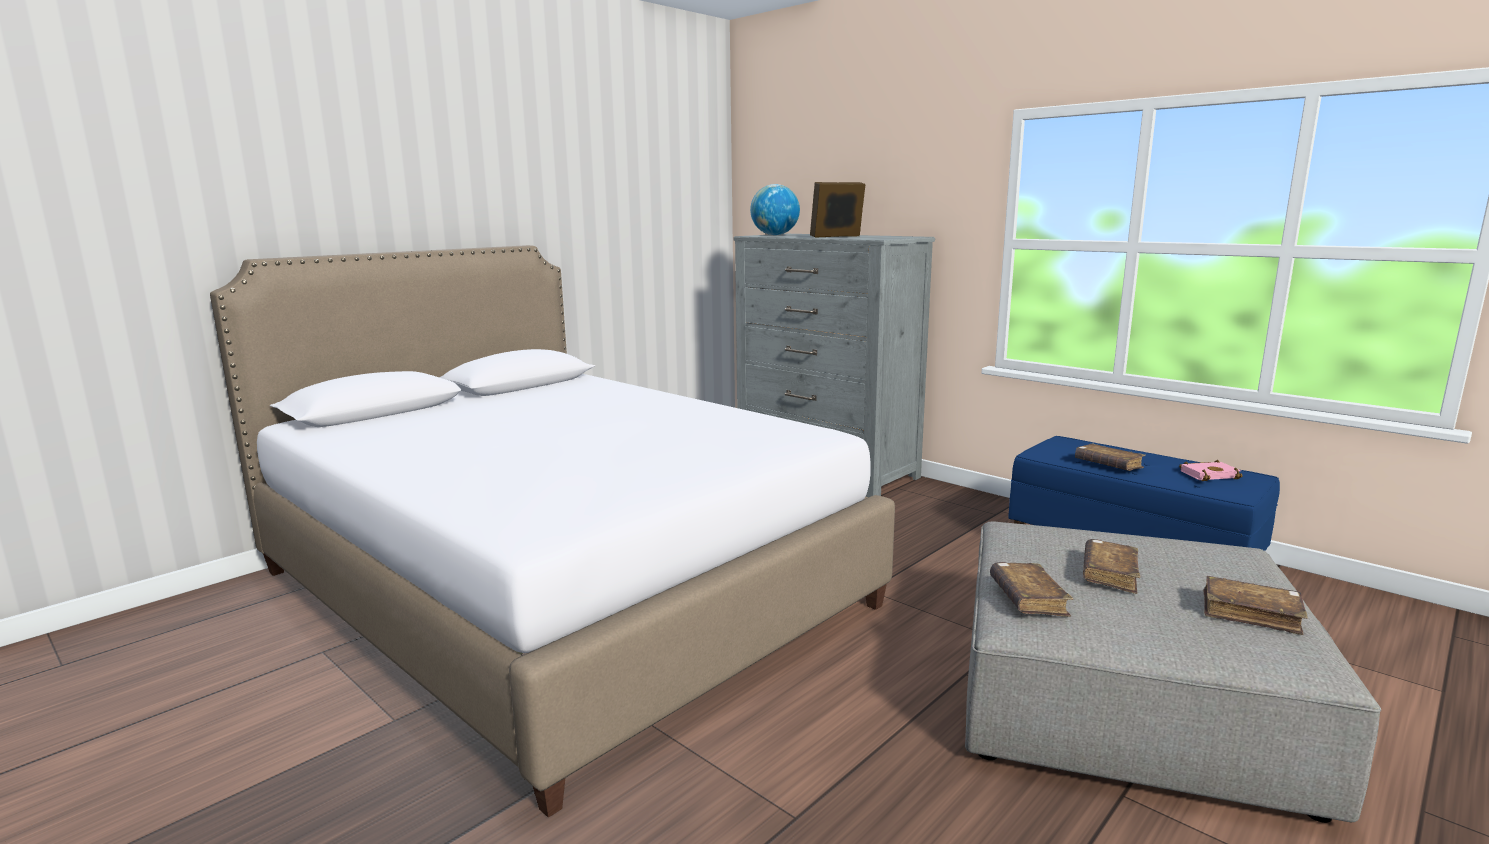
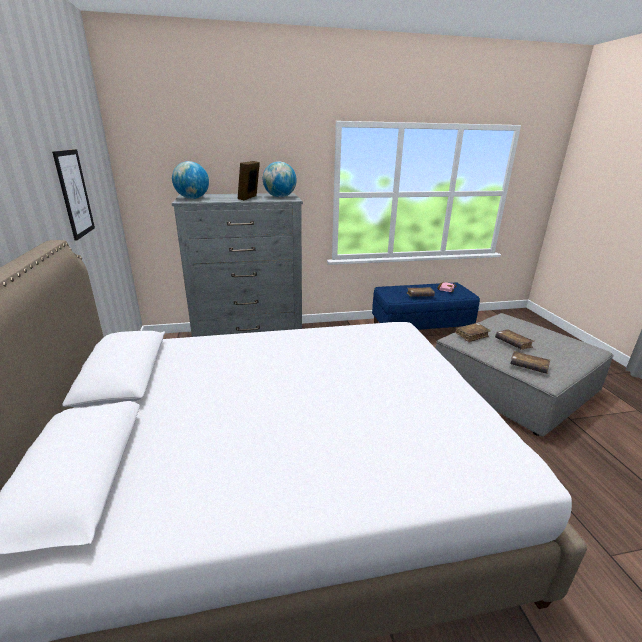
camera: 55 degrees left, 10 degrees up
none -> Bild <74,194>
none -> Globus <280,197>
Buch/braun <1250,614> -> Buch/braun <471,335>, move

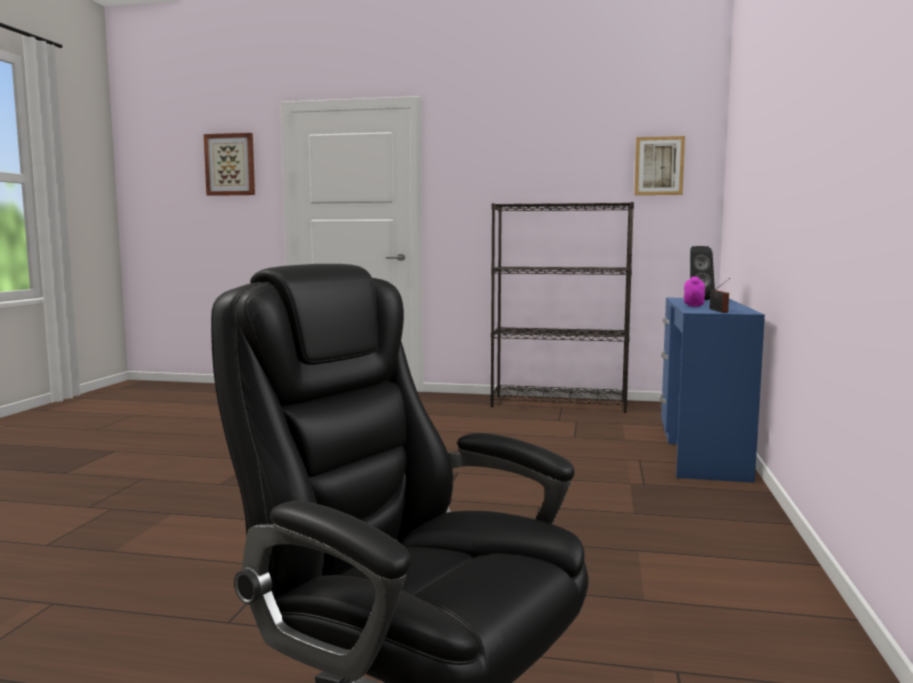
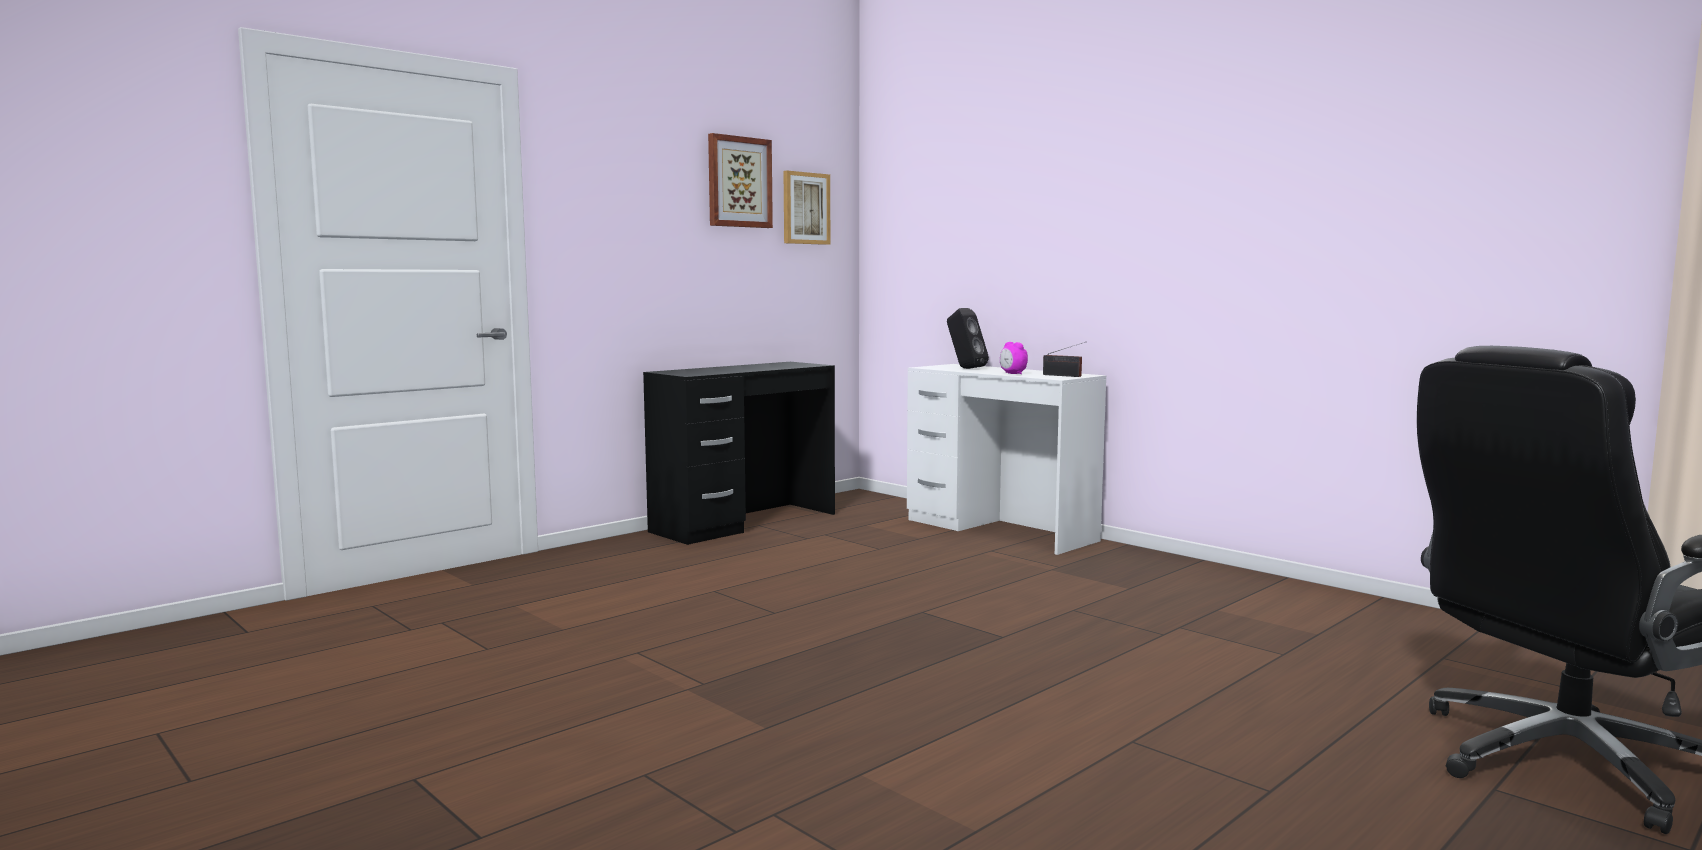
camera: 55 degrees left, 0 degrees up
Bücherregal/schwarz <559,404> -> Schreibtisch/schwarz <744,522>
Bild <230,164> -> Bild <739,182>, move
Schreibtisch/blau <702,452> -> Schreibtisch/weiß <1000,530>

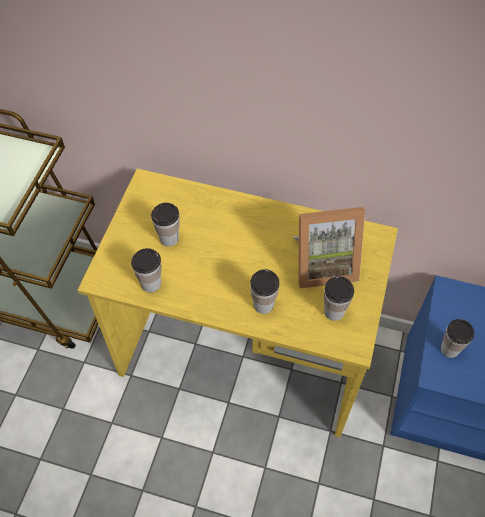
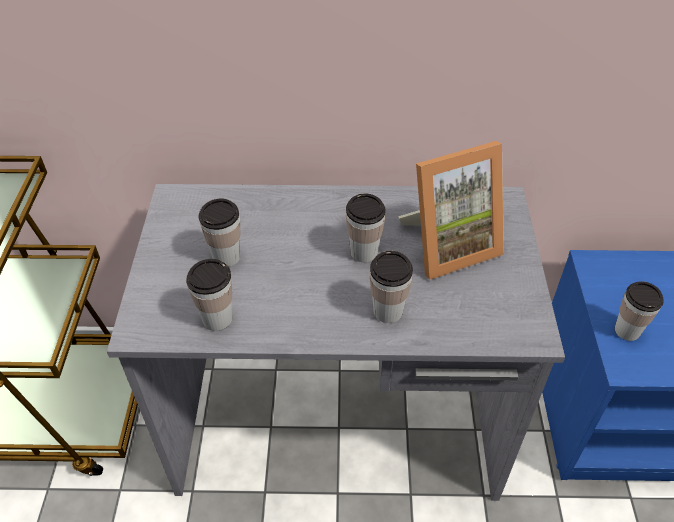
camera: 15 degrees left, 10 degrees down
Schreibtisch/gelb <243,355> -> Schreibtisch/grau <339,426>
Tasse <334,311> -> Tasse <364,252>, move

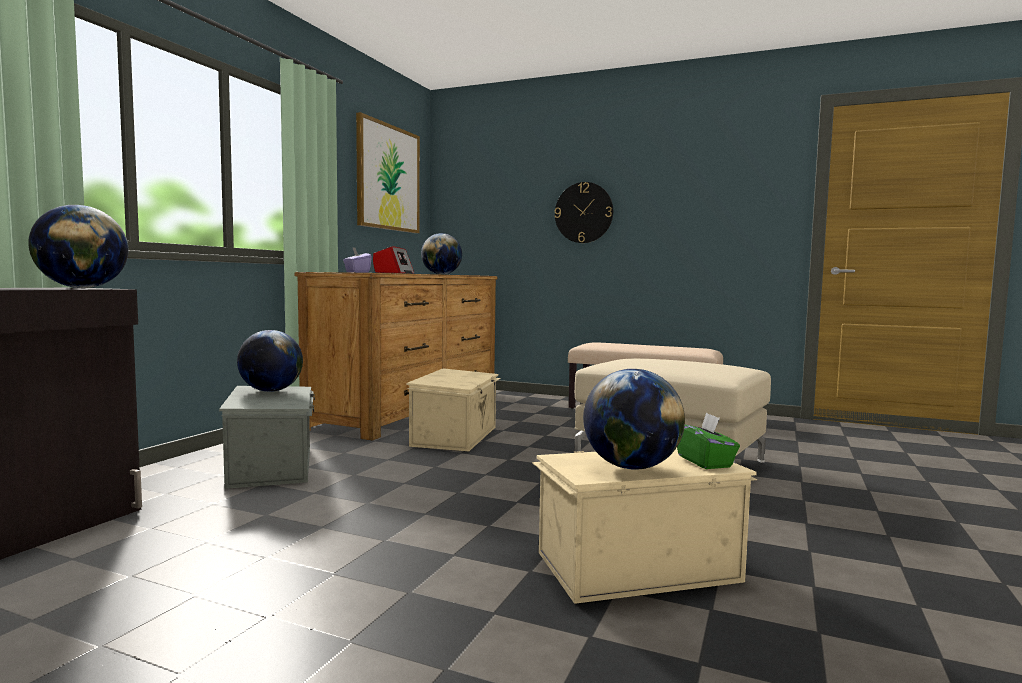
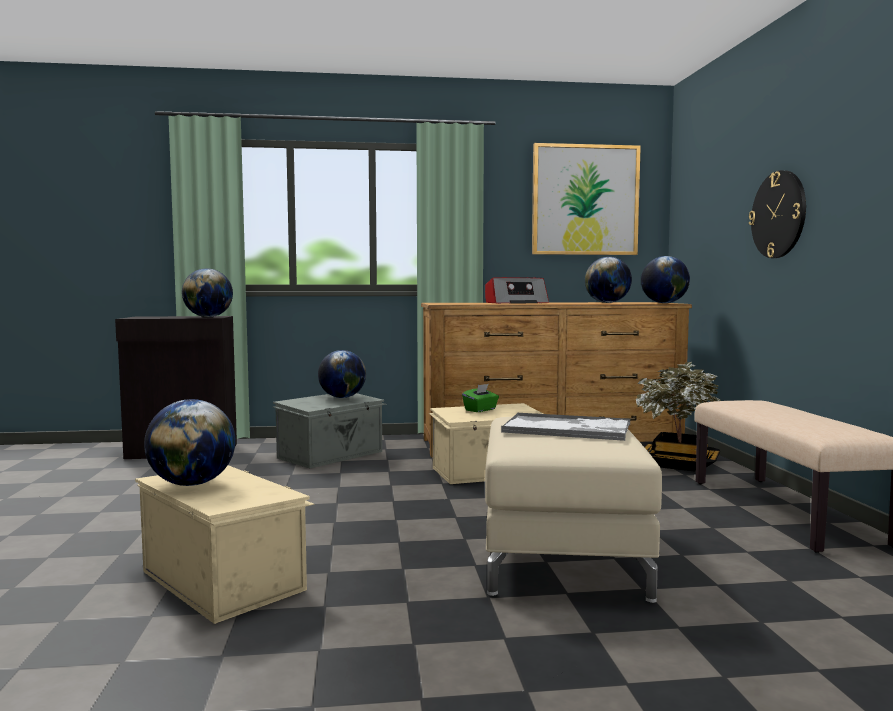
camera: 60 degrees right, 0 degrees up
Taschentuchbox/grün <705,462> -> Taschentuchbox/grün <480,410>, move
none -> Tablett <568,429>
none -> Topfpflanze <678,464>
none -> Globus <664,303>
Taschentuchbox/lila <357,272> -> none

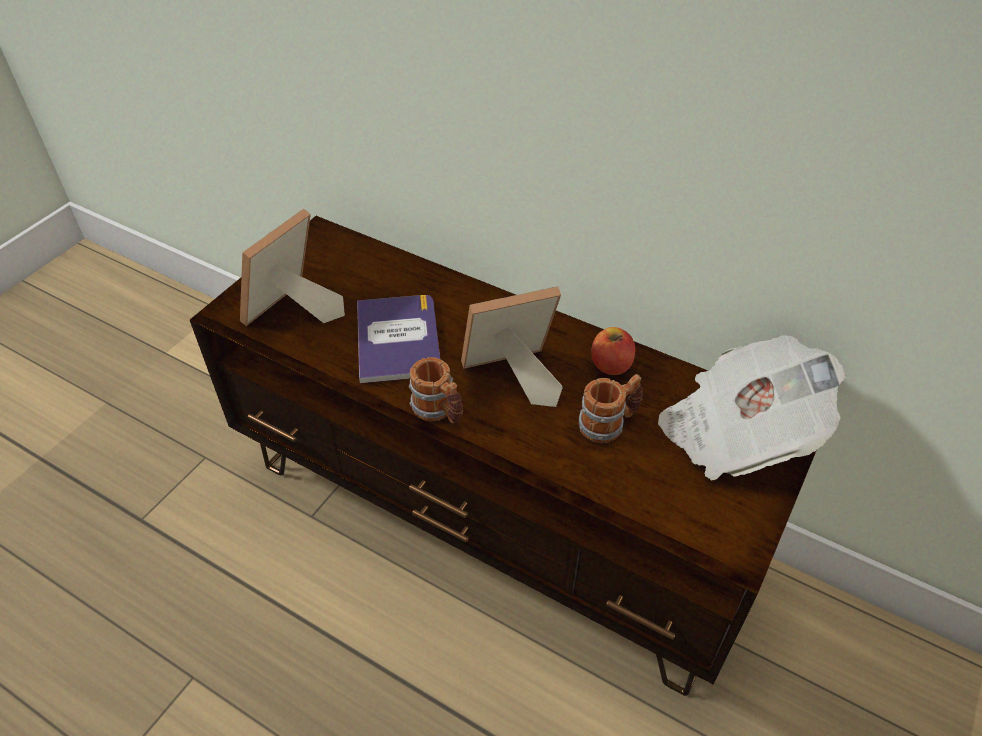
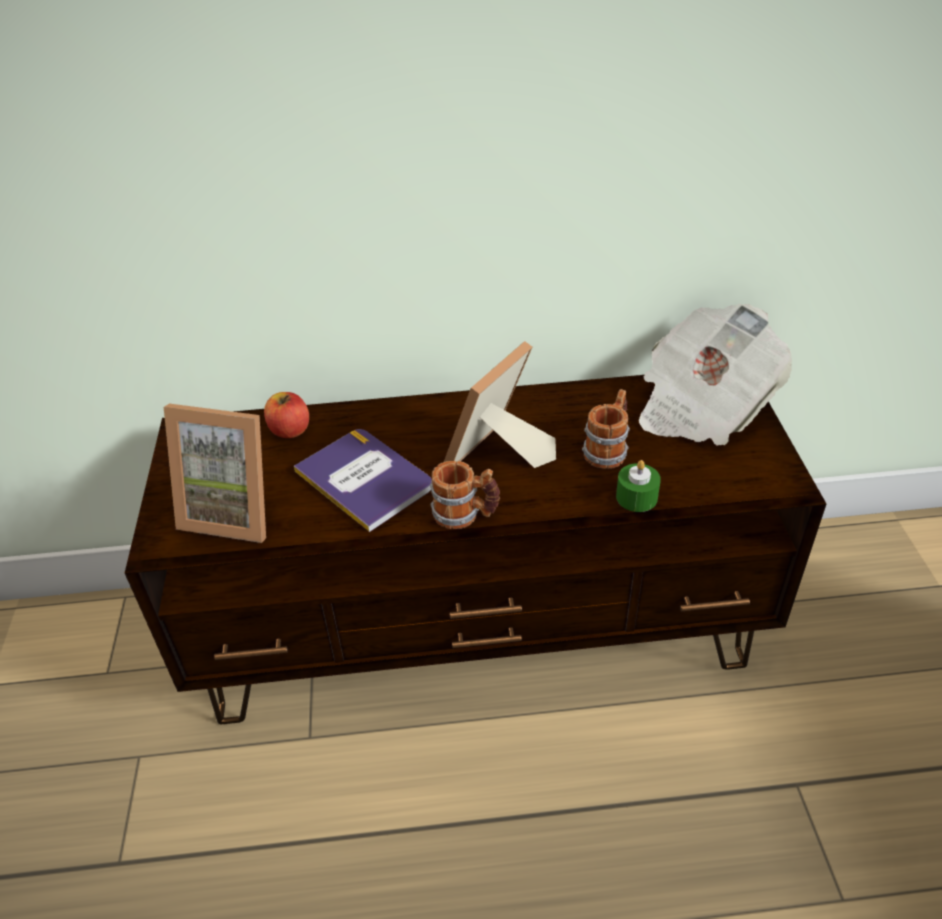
camera: 35 degrees left, 5 degrees down
Bilderrahmen <292,313> -> Bilderrahmen <235,510>, 75 degrees counterclockwise
Apfel <611,365> -> Apfel <290,430>, move
none -> Kerze/grün <636,497>

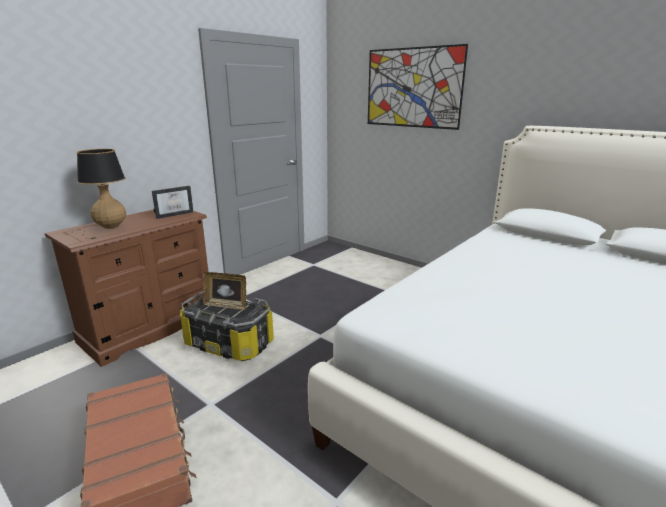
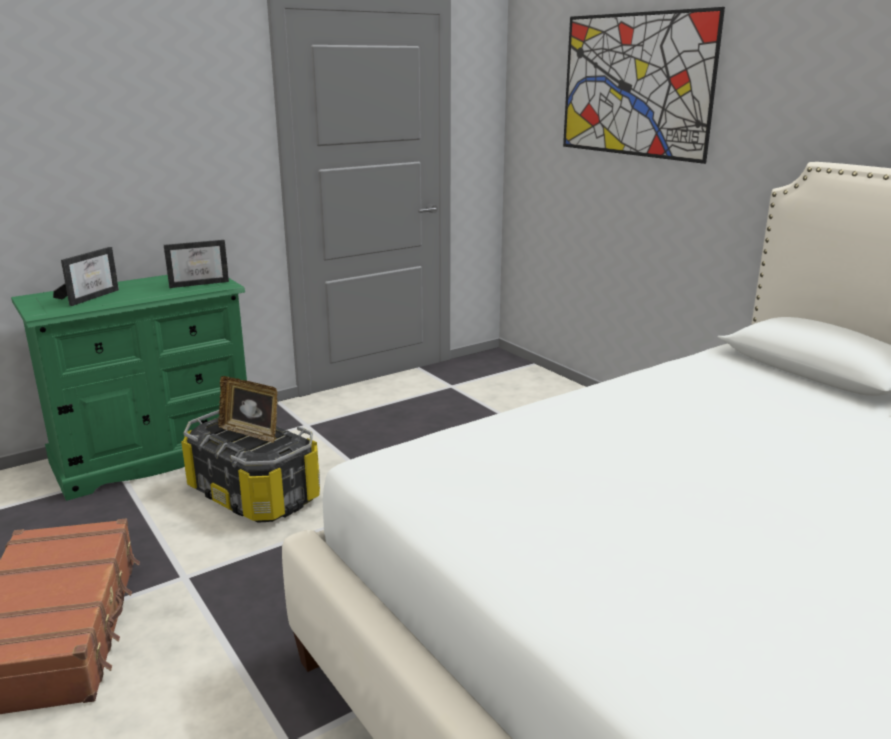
camera: 15 degrees right, 0 degrees up
Kommode/braun <150,328> -> Kommode/grün <155,455>
Tischlampe <105,228> -> Bilderrahmen <91,296>

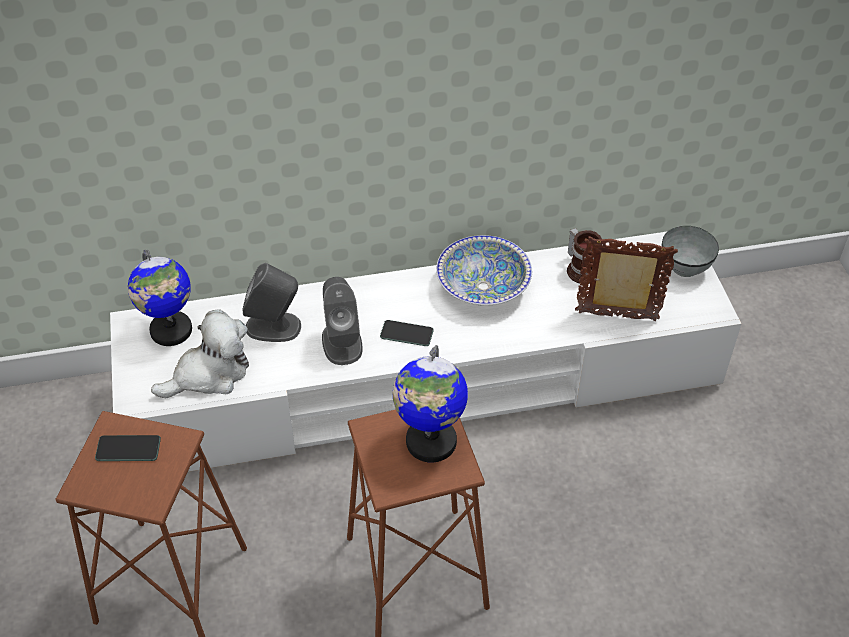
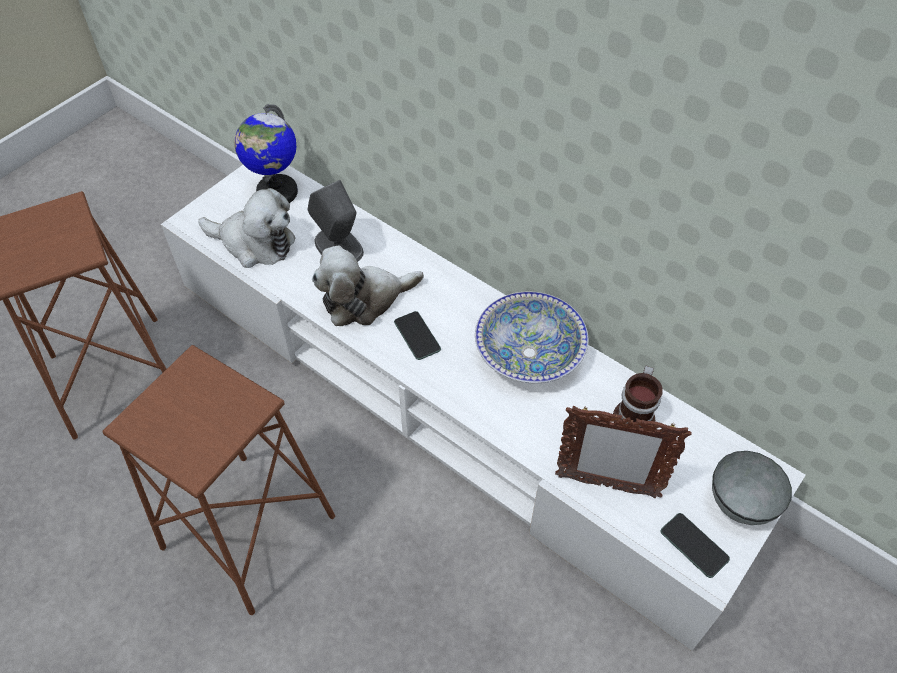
camera: 50 degrees right, 5 degrees up
Lautsprecher/grau <342,342> -> Plüschtier <364,299>
Bilderrahmen <617,317> -> Bilderrahmen <606,486>, 135 degrees clockwise
Handy <128,449> -> Handy <694,545>, move
Globus <430,442> -> none

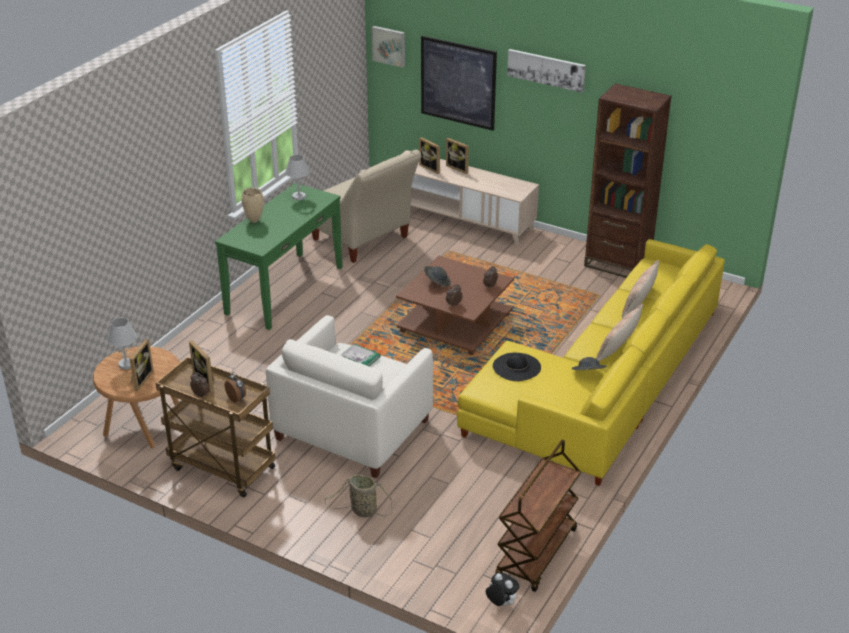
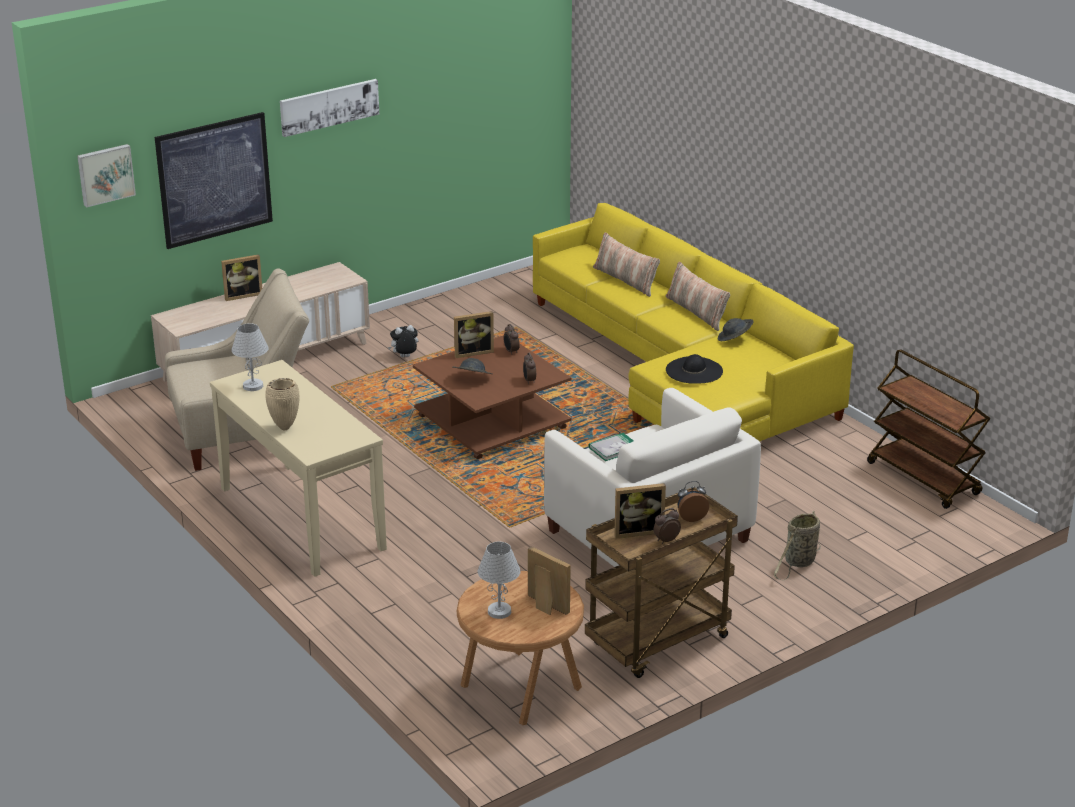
camera: 65 degrees left, 5 degrees down
Konsolentisch/grün <284,290> -> Konsolentisch/beige <301,518>
Plüschtier <501,603> -> Plüschtier <404,357>, move
Bilderrahmen <431,168> -> Bilderrahmen <473,352>, move
Bücherregal/braun <617,264> -> none

